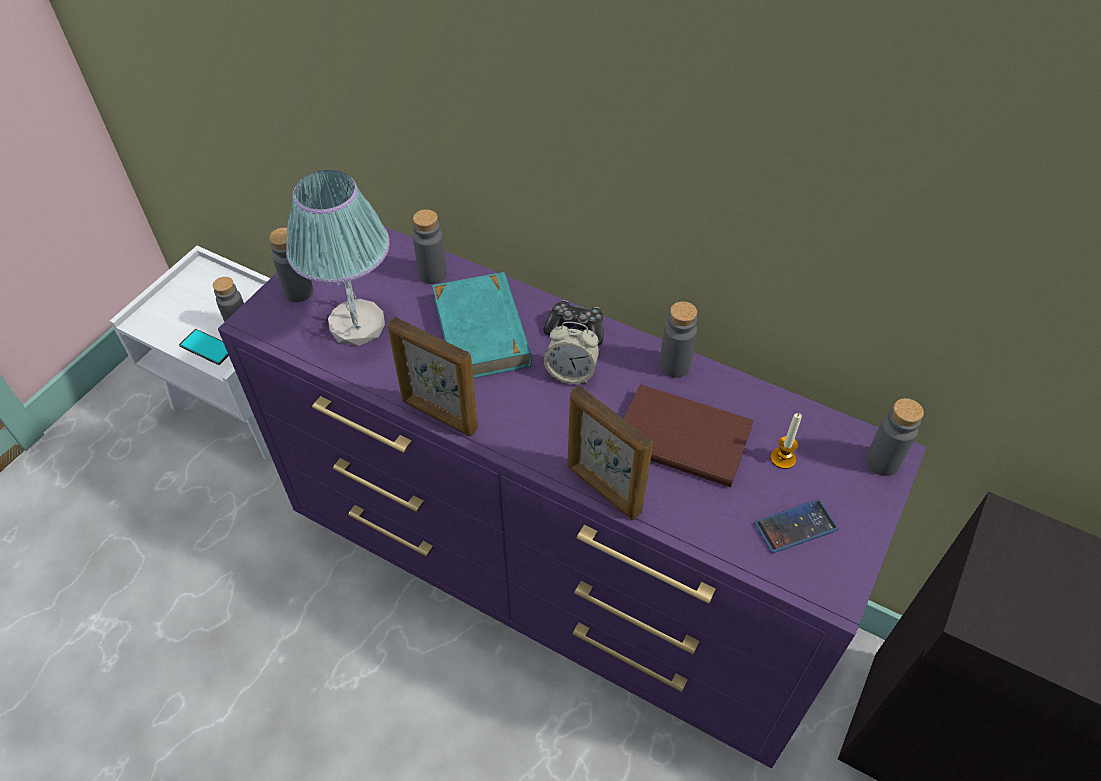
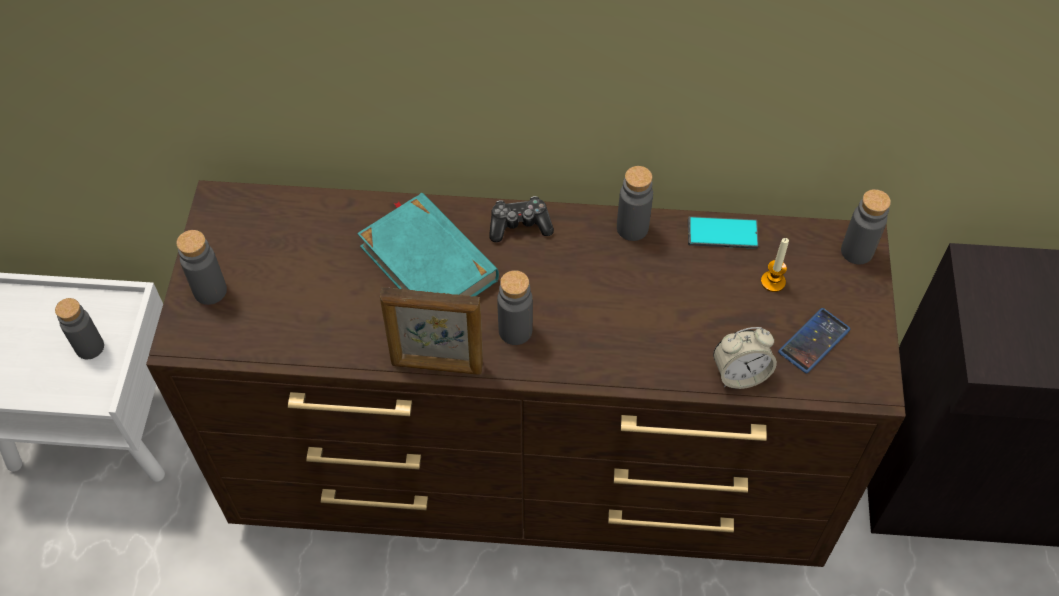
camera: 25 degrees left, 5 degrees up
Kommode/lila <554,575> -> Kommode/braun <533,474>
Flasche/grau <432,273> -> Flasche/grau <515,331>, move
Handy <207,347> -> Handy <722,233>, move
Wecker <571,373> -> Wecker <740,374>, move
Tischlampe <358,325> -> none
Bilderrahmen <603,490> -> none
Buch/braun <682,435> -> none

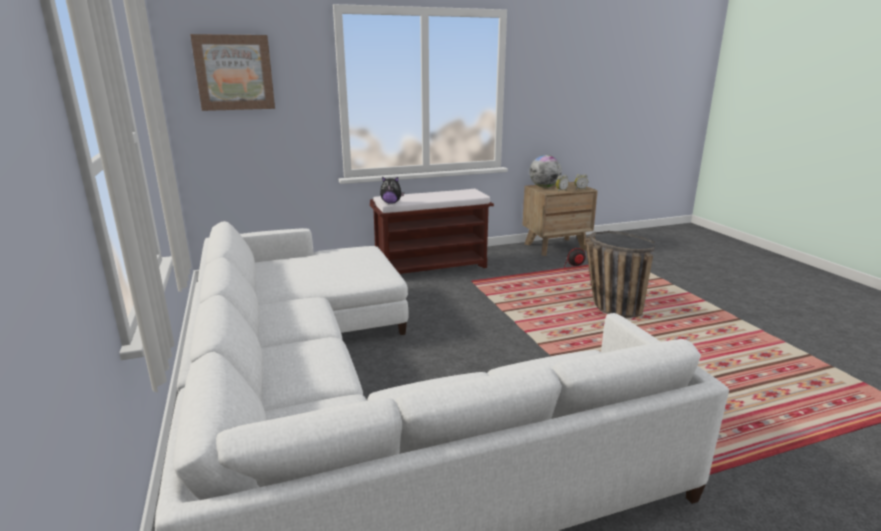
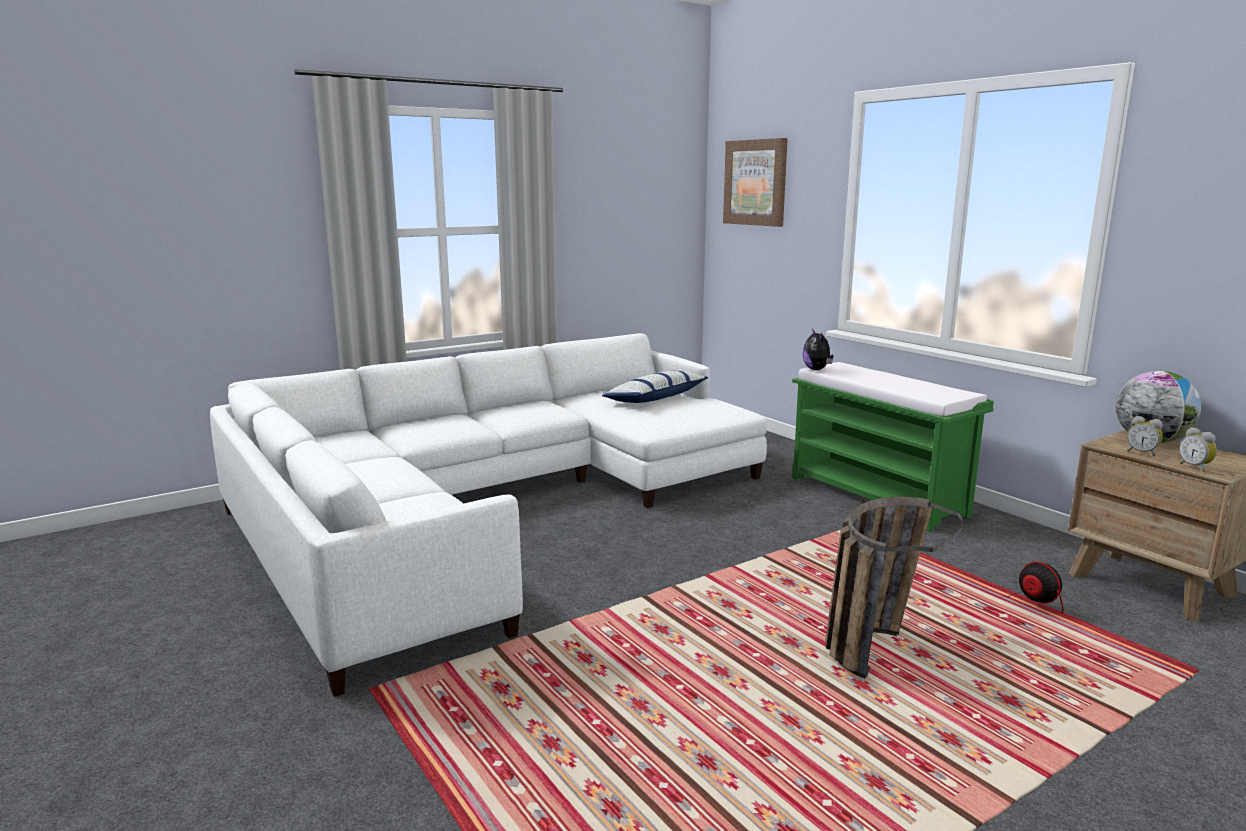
camera: 75 degrees right, 5 degrees down
none -> Kissen <656,398>
Bank/braun <432,267> -> Bank/grün <878,496>

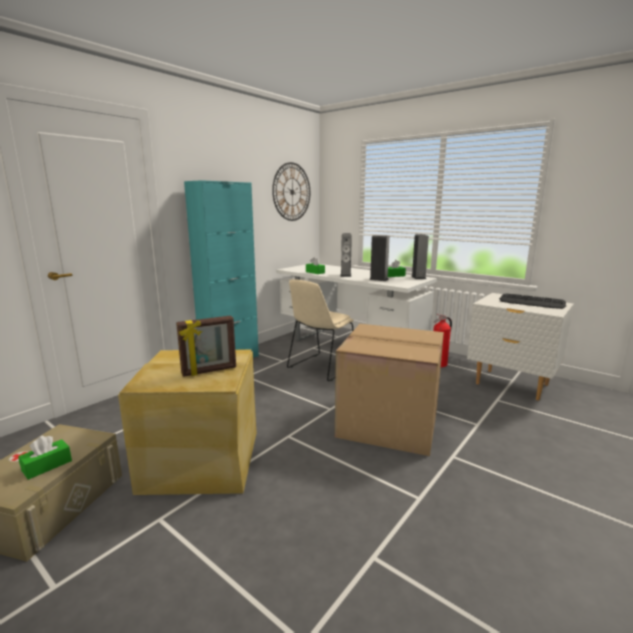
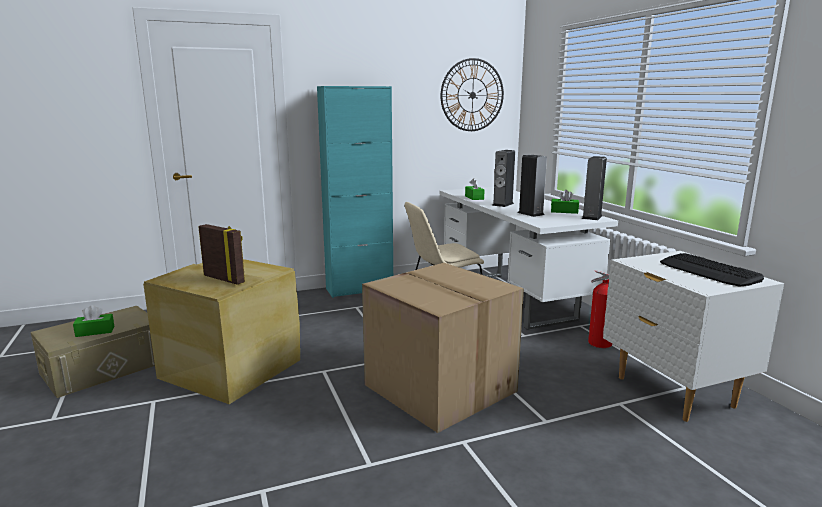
camera: 30 degrees right, 0 degrees up
Bilderrahmen <209,371> -> Bilderrahmen <224,279>, 150 degrees counterclockwise

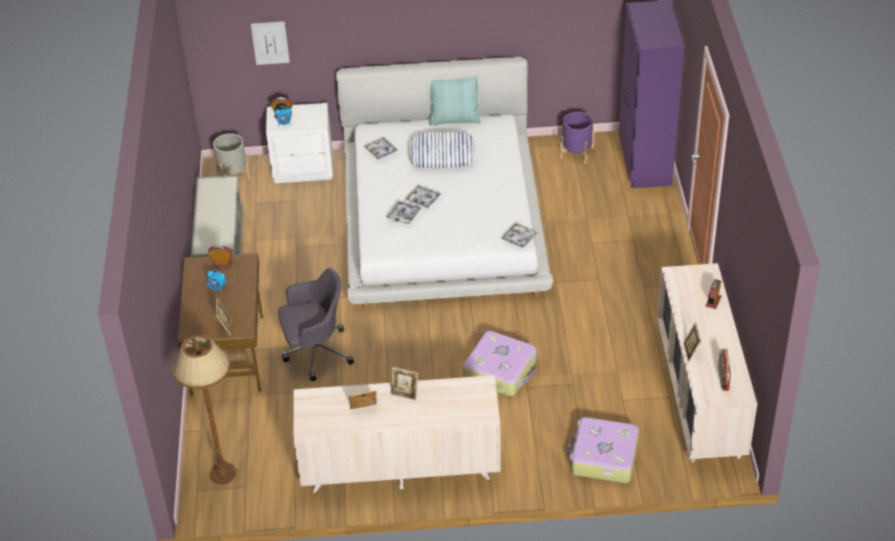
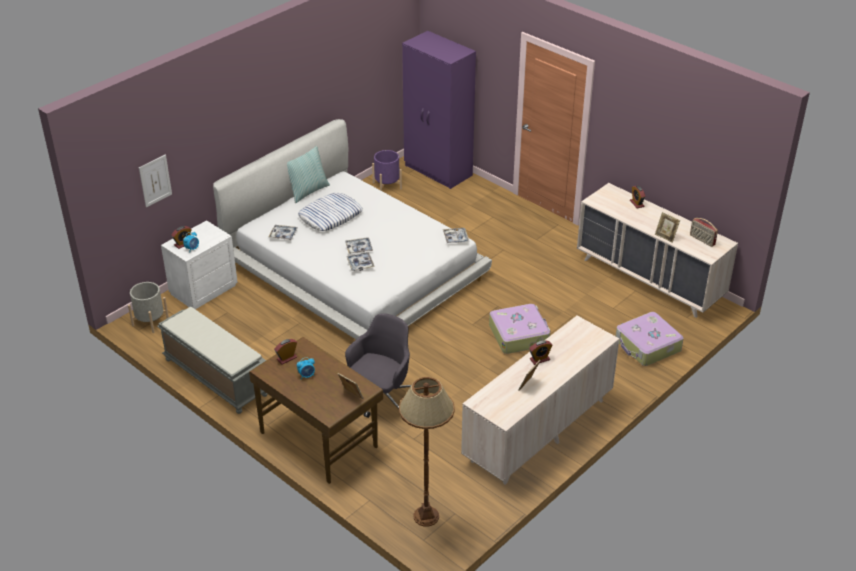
camera: 45 degrees left, 5 degrees down
Bilderrahmen <405,394> -> Wecker <539,359>

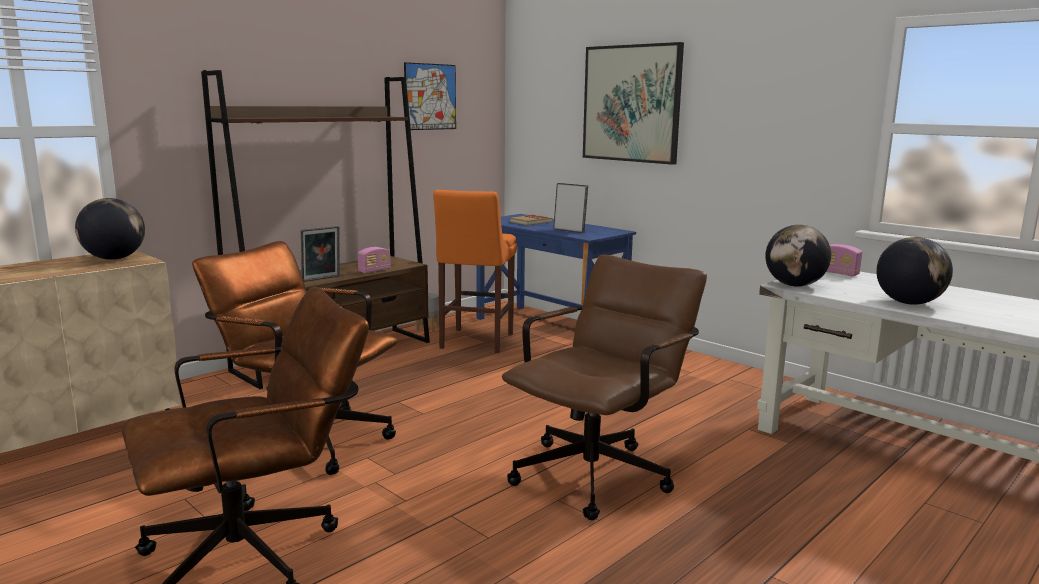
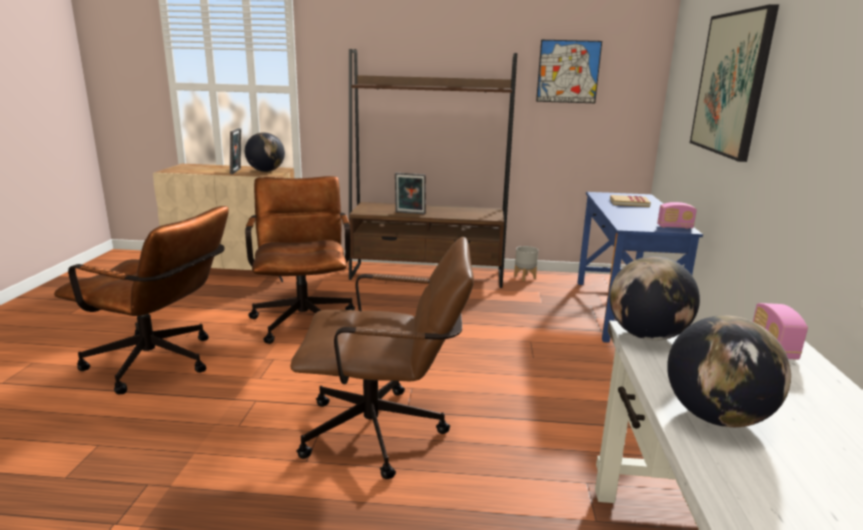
camera: 50 degrees right, 5 degrees up
Bilderrahmen <569,230> -> Bilderrahmen <237,171>, move
Radio <374,271> -> Radio <674,227>, move
Hocker/orange <475,342> -> none

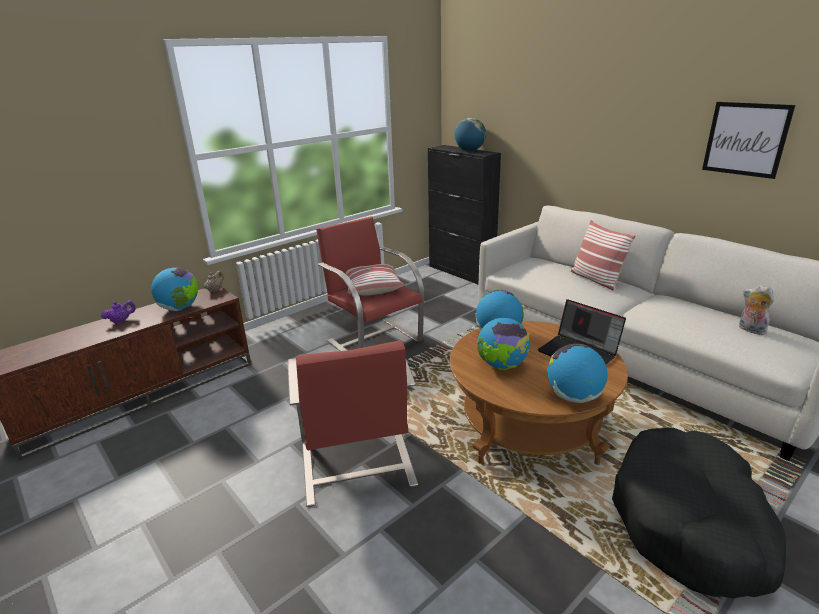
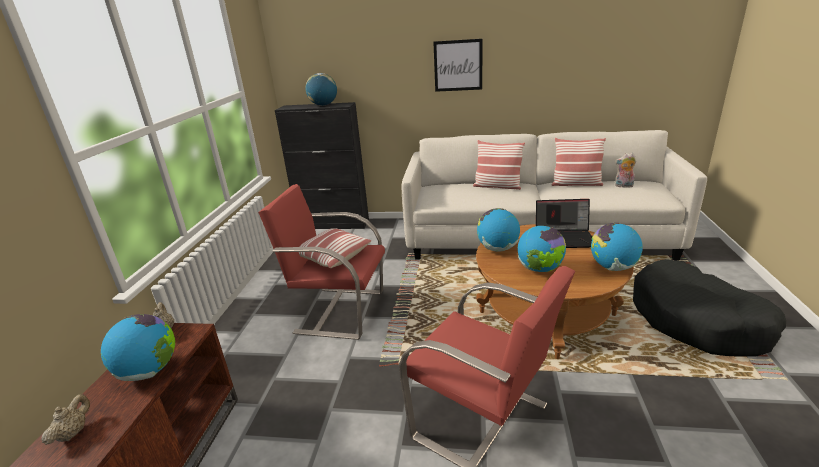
camera: 40 degrees left, 0 degrees up
Teekanne/lila <121,321> -> Teekanne/beige <73,433>
Bild <745,139> -> Bild <458,65>, move
none -> Kissen <576,184>

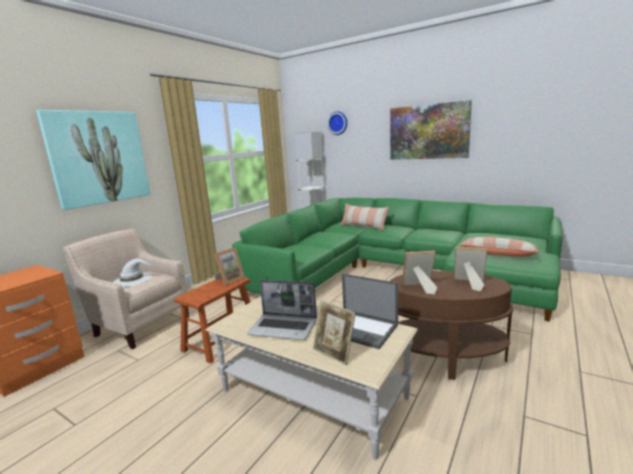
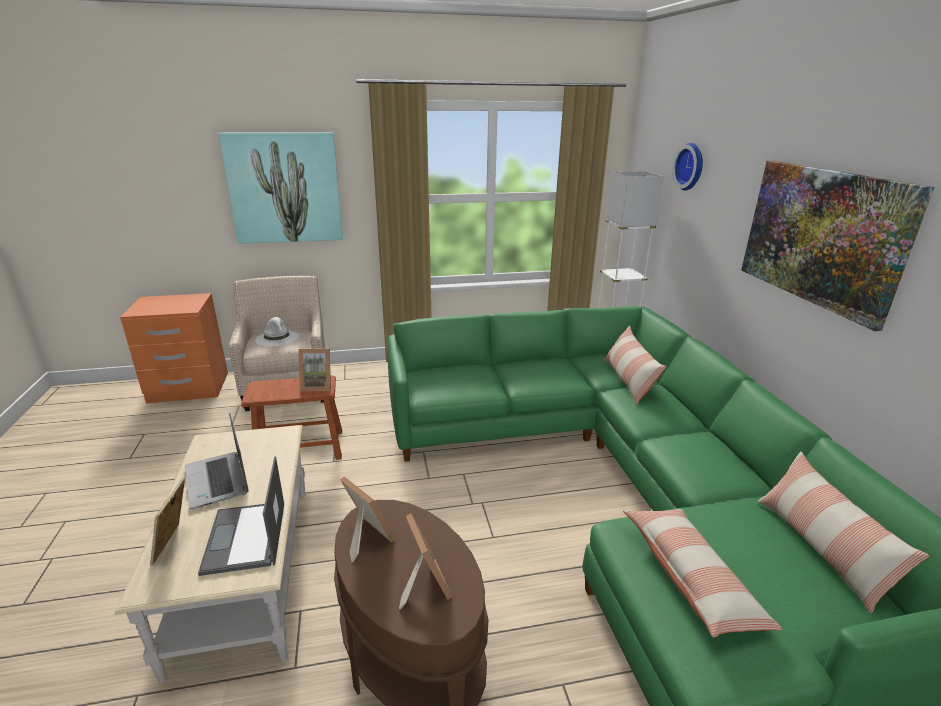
camera: 45 degrees right, 10 degrees up
none -> Kissen <821,548>

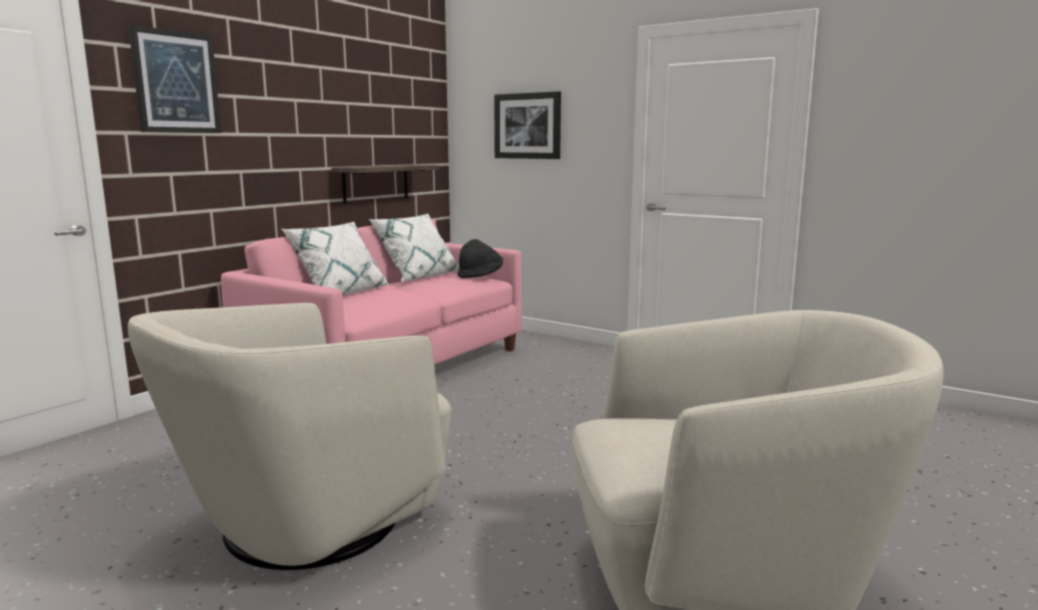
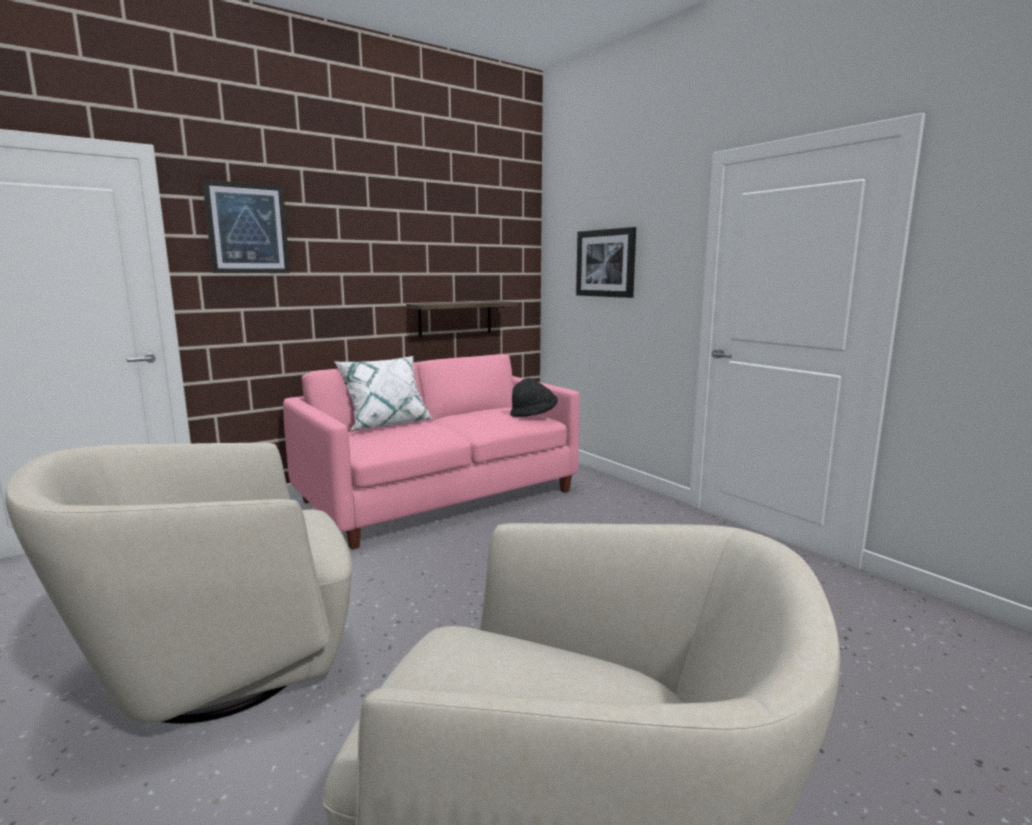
camera: 20 degrees right, 0 degrees up
Kissen/weiß <418,277> -> none

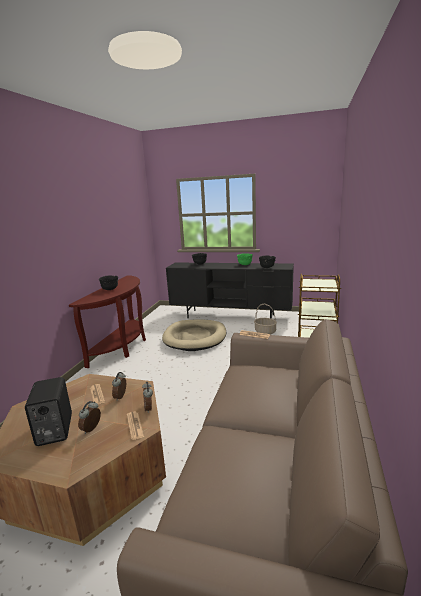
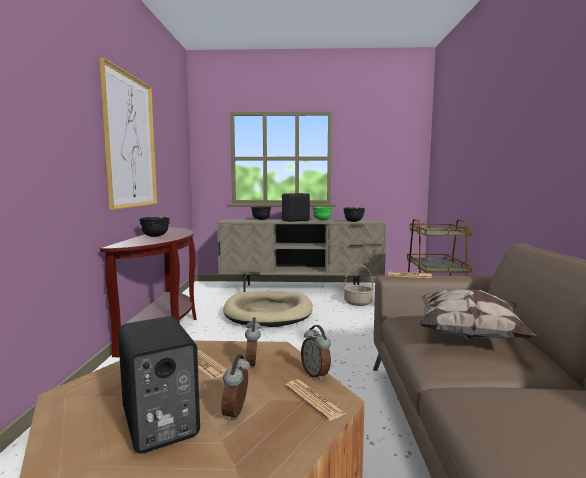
camera: 15 degrees left, 10 degrees down
none -> Bild <130,141>
Fernsehschrank/schwarz <231,316> -> Fernsehschrank/beige <302,289>
none -> Lautsprecher/schwarz <296,221>
none -> Kissen <469,335>

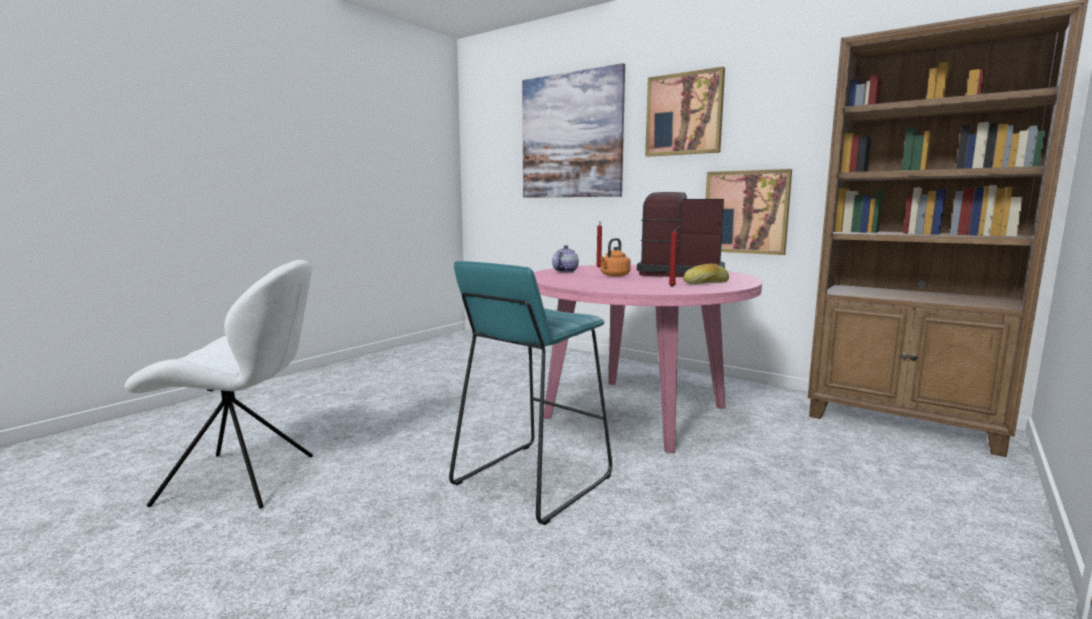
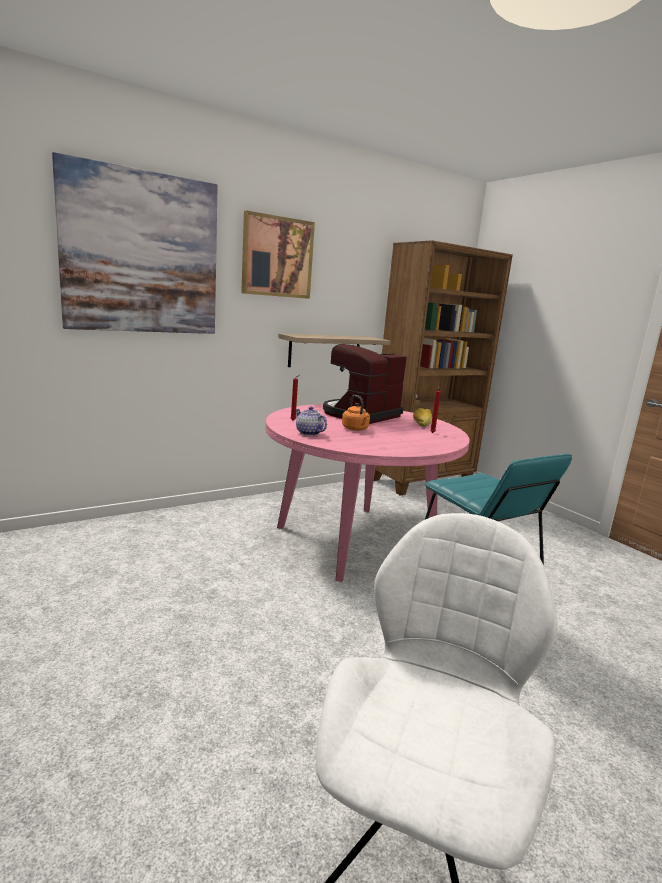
camera: 70 degrees left, 5 degrees up
Bild <746,212> -> Wandregal <325,351>

